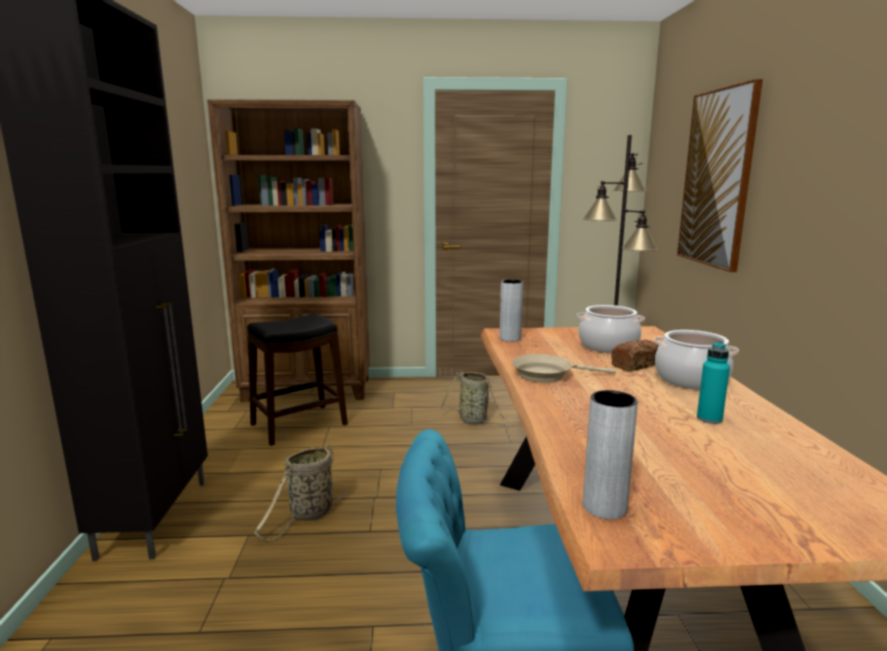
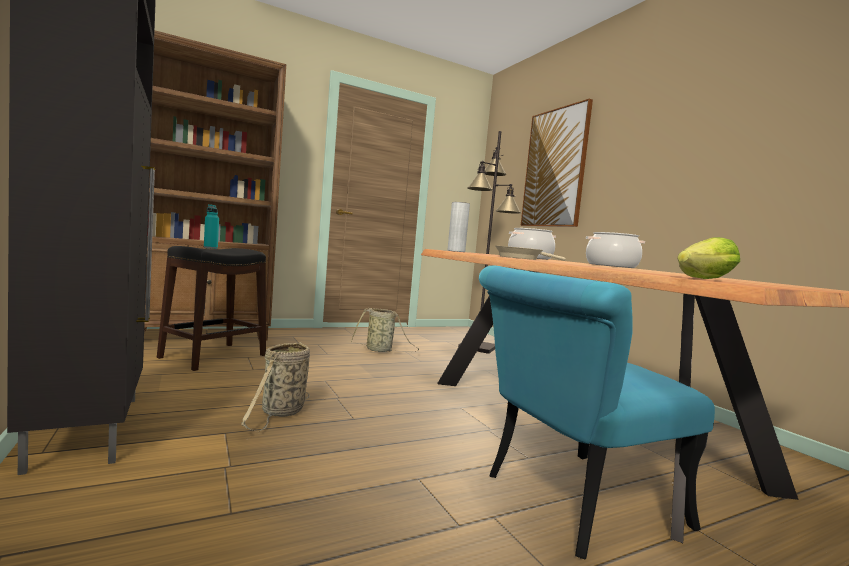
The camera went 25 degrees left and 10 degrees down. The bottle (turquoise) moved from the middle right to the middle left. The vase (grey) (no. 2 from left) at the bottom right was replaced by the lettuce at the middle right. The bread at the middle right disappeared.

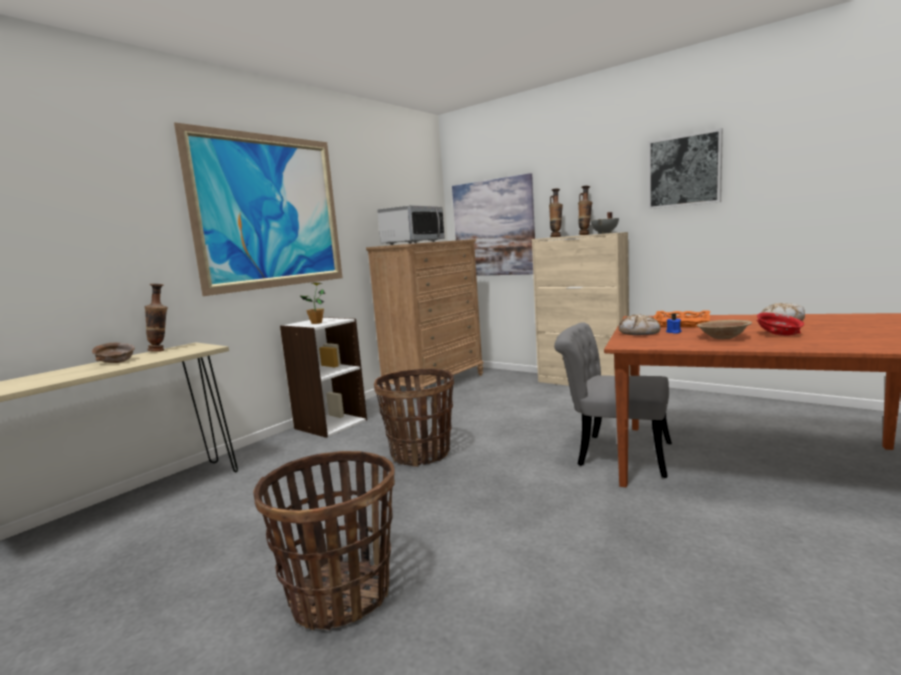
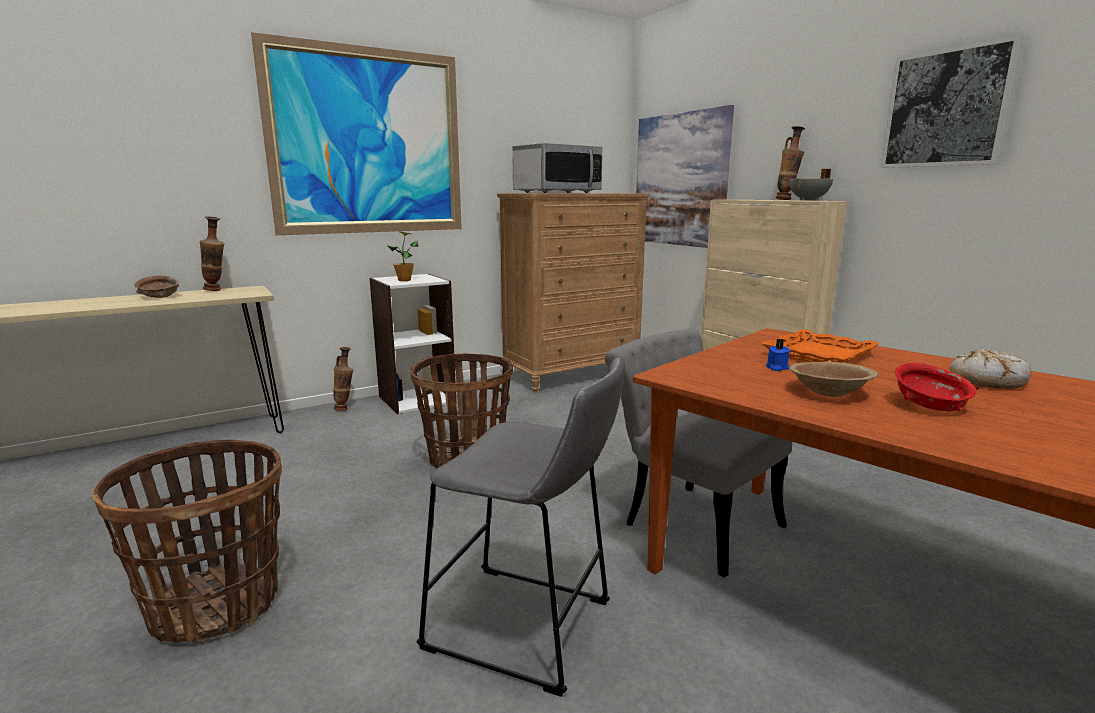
The camera went 20 degrees right and 5 degrees up. The vase (no. 2 from left) moved from the top centre to the middle left. The stool (grey) at the bottom centre appeared. The bread (no. 1 from left) at the middle right disappeared.

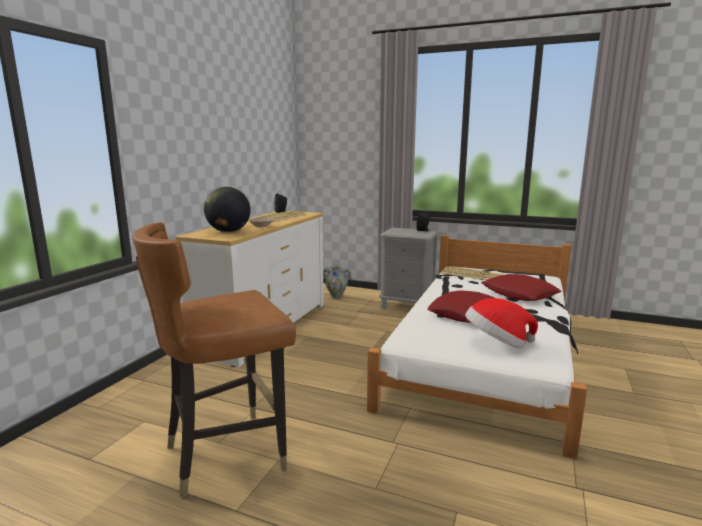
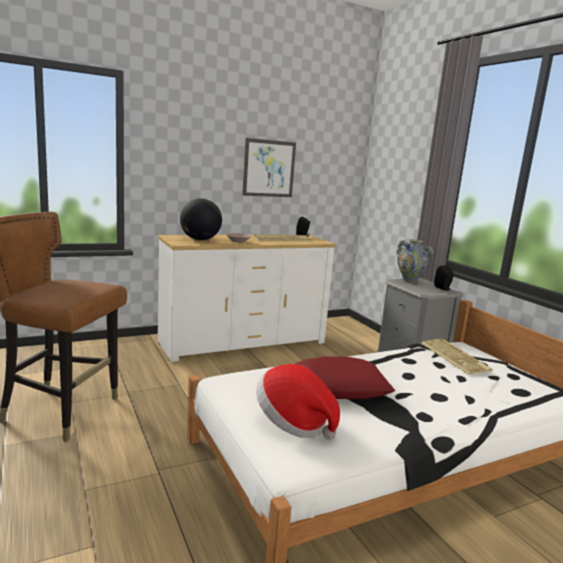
The camera went 40 degrees right and 0 degrees up. The picture at the top centre appeared. The vase moved from the centre to the middle right. The pillow (red) (no. 2 from left) at the middle right disappeared.

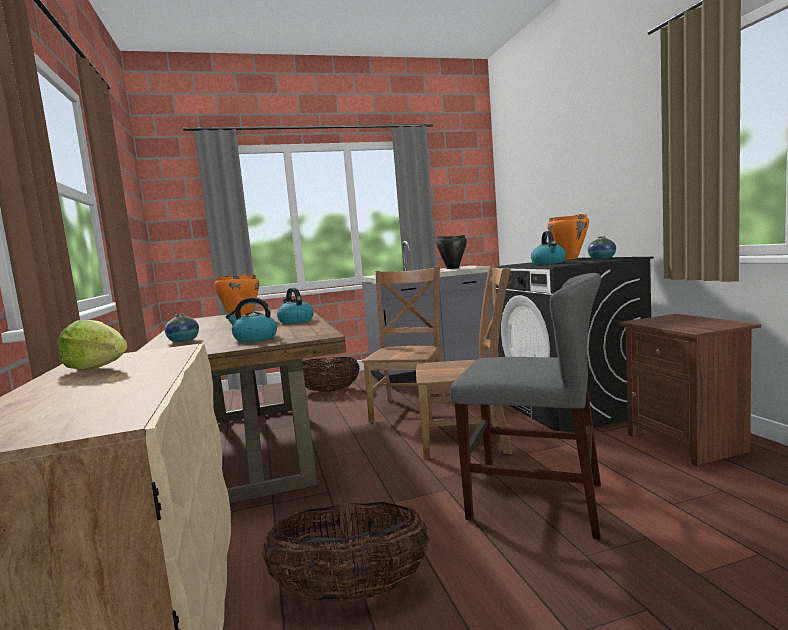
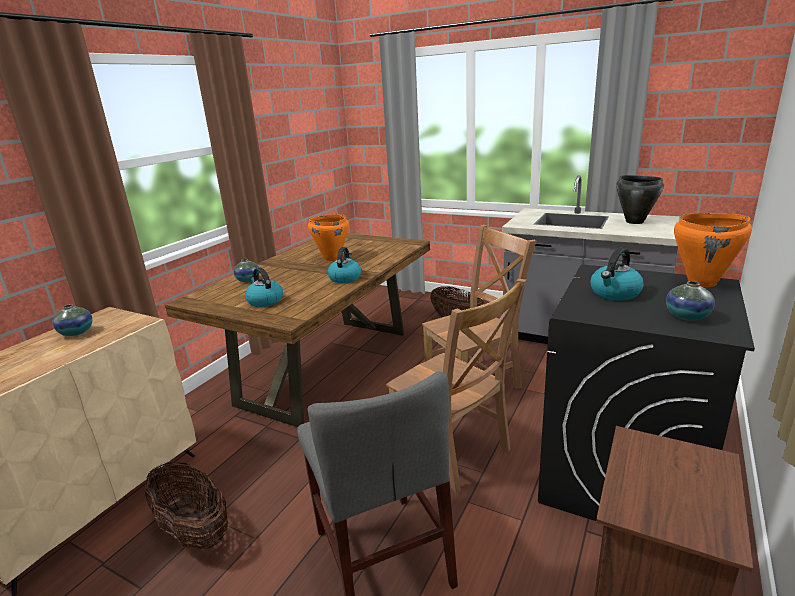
The camera went 45 degrees right and 15 degrees up. The lettuce at the middle left was replaced by the vase (no. 1 from left) at the middle left.

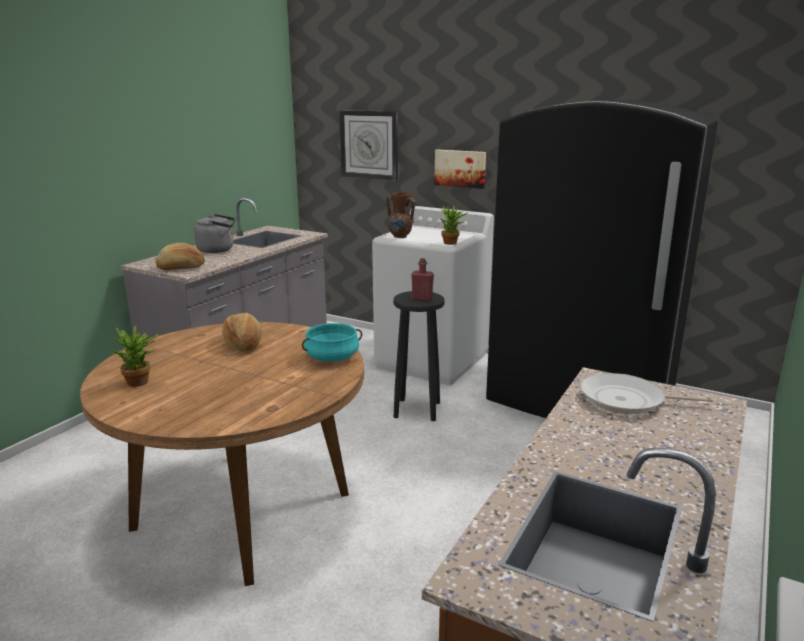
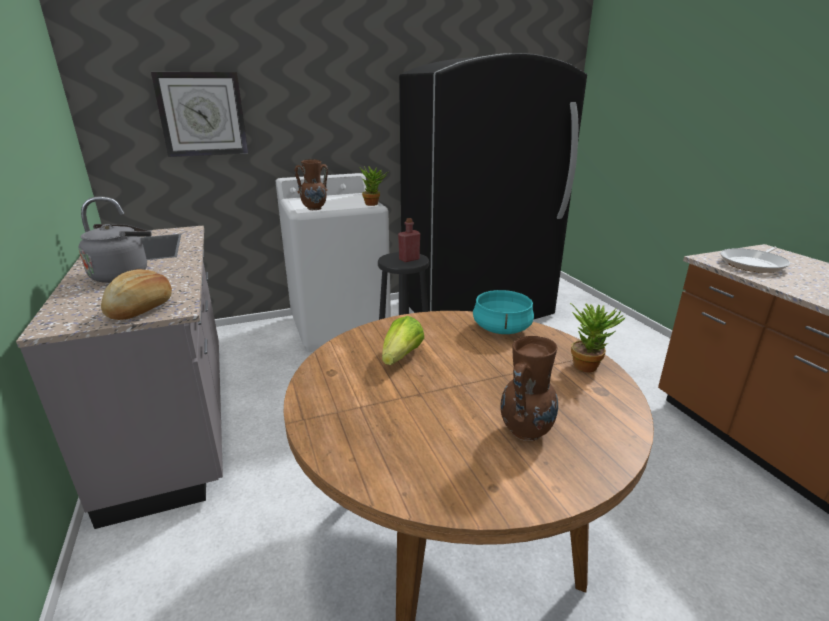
The camera went 50 degrees left and 5 degrees up. The bread (no. 2 from left) at the middle left was replaced by the lettuce at the centre. The vase (brown) (no. 2 from left) at the centre appeared. The potted plant (no. 1 from left in the first image) moved from the middle left to the middle right. The picture at the top centre disappeared.

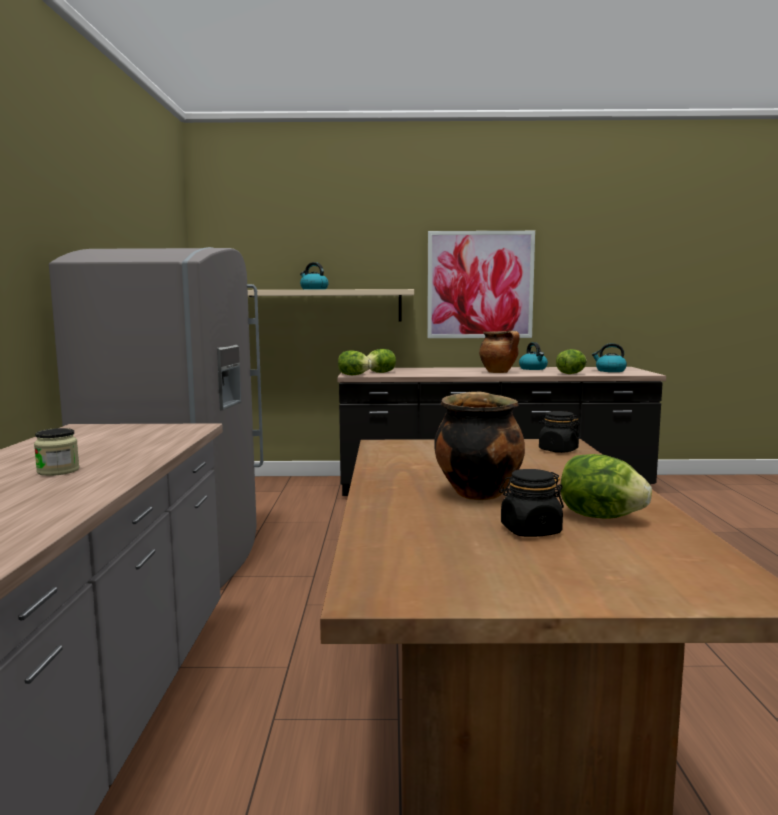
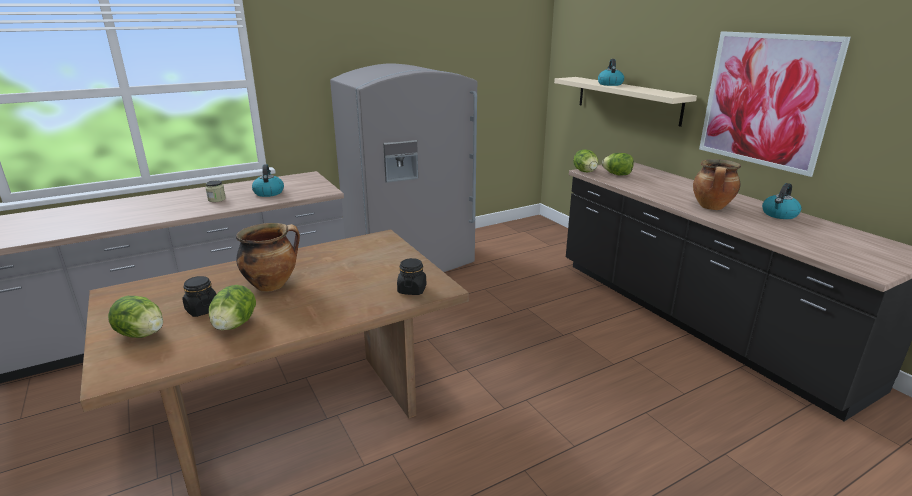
The camera went 60 degrees right and 15 degrees up. The lettuce (no. 3 from left in the first image) moved from the middle right to the middle left. The kettle (no. 3 from left in the first image) moved from the middle right to the middle left.

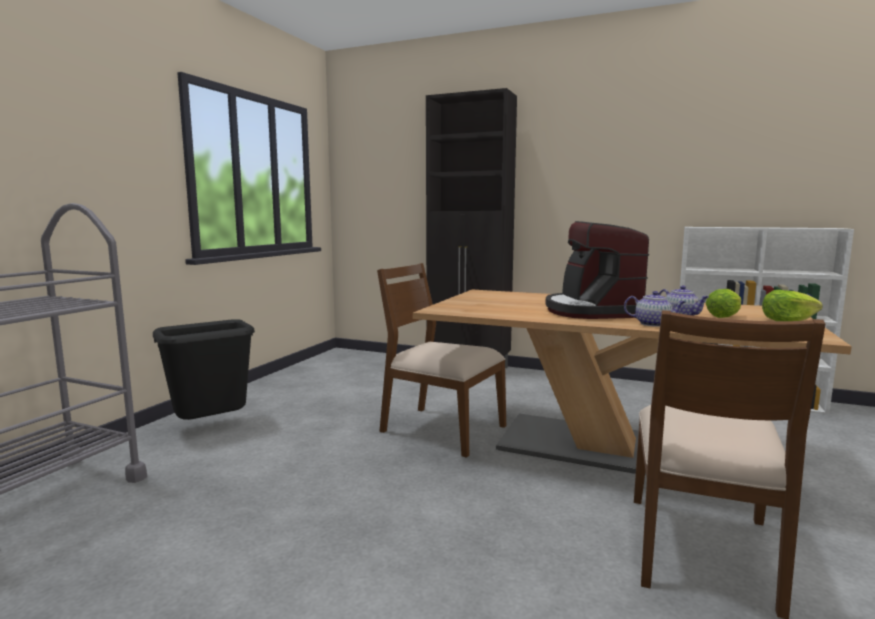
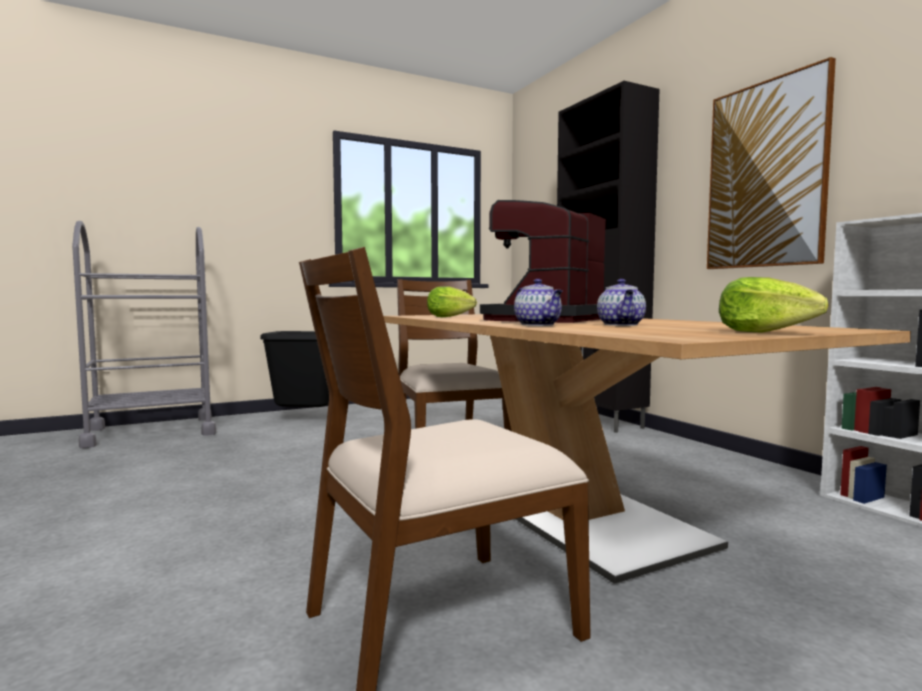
The camera went 40 degrees right and 5 degrees down. The lettuce (no. 1 from left) moved from the middle right to the centre. The picture at the top right appeared.

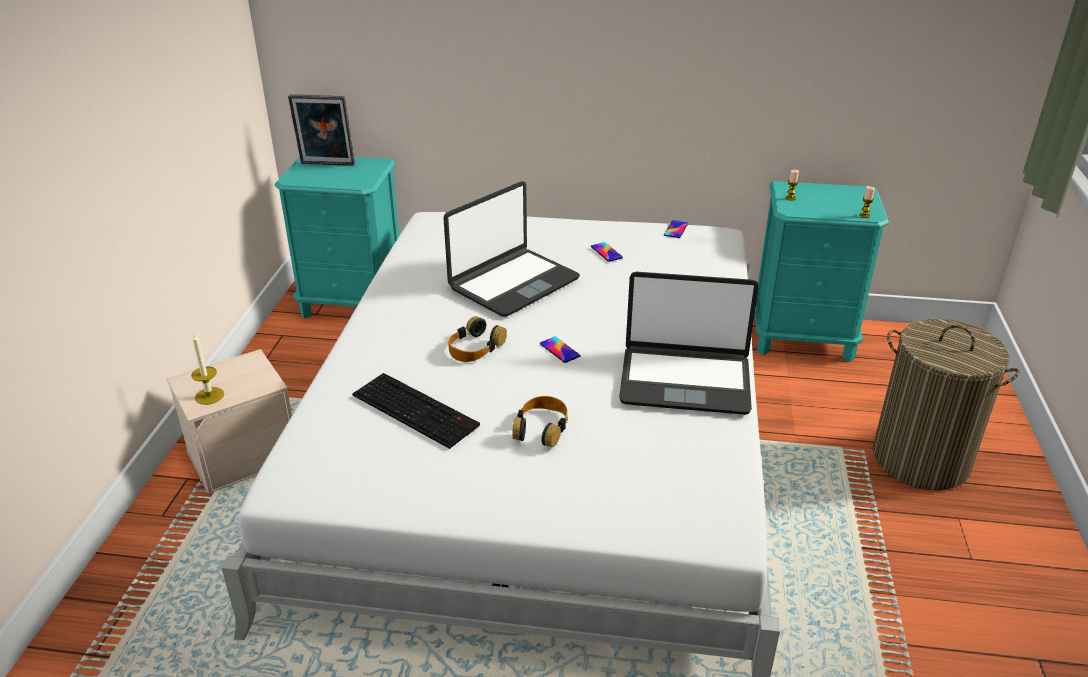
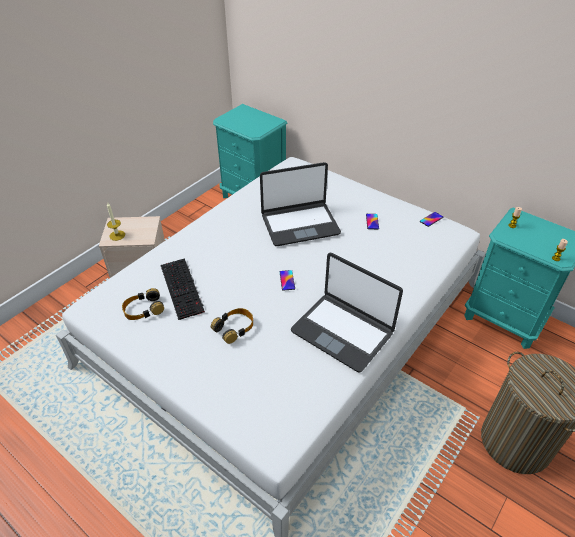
The camera went 30 degrees right and 10 degrees up. The headphones (no. 1 from left) moved from the centre to the middle left. The picture frame at the top left disappeared.

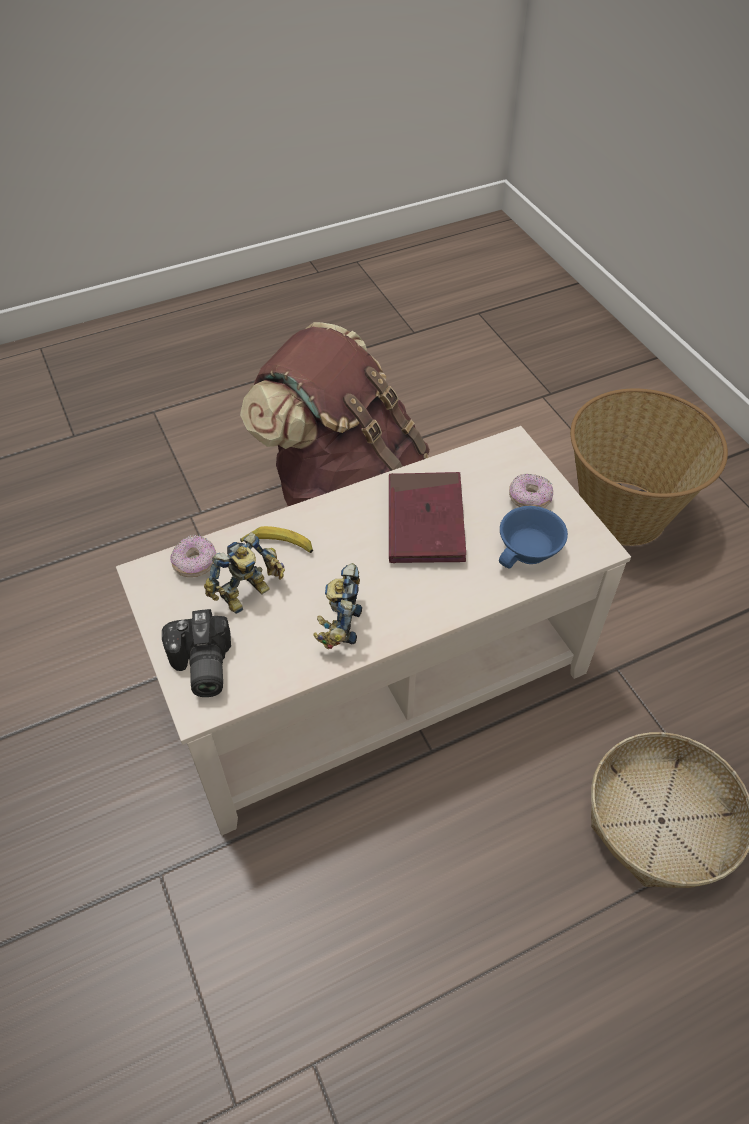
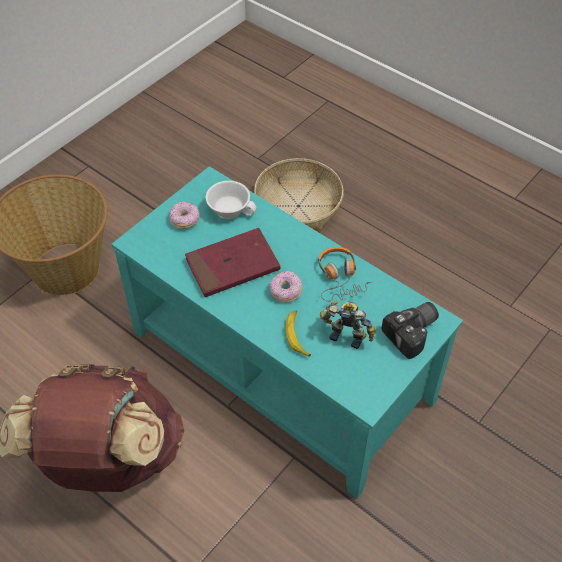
The camera went 115 degrees left and 0 degrees up. The coffee table (beige) at the centre became the coffee table (turquoise) at the centre. The cup (blue) at the middle right became the cup (white) at the centre. The donut (no. 1 from left in the first image) moved from the middle left to the centre. The toy robot (no. 2 from left) at the centre was replaced by the headphones at the centre.

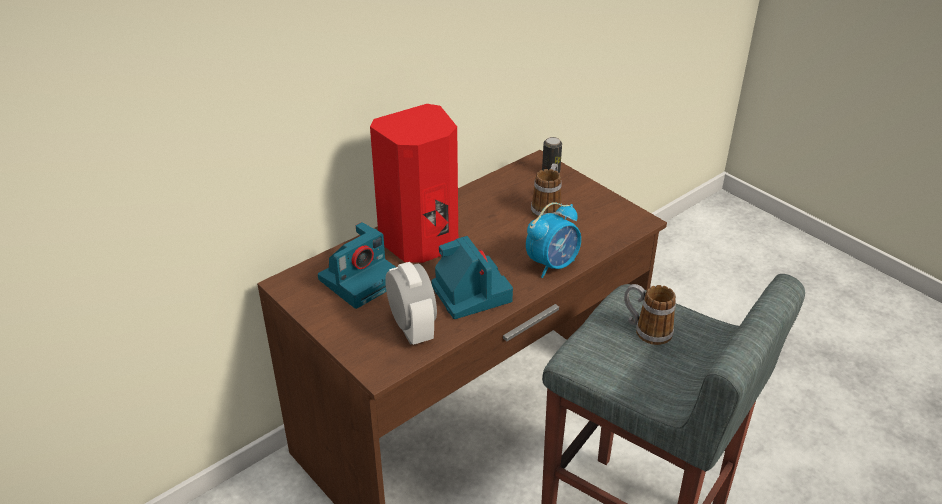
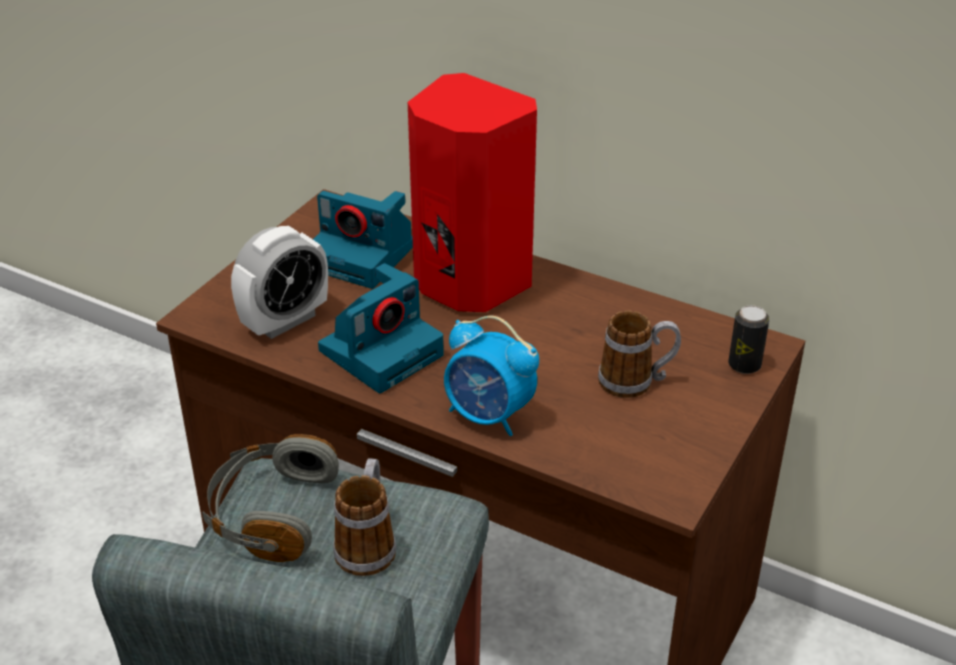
The camera went 70 degrees right and 0 degrees up. The headphones (grey) at the bottom left appeared.

